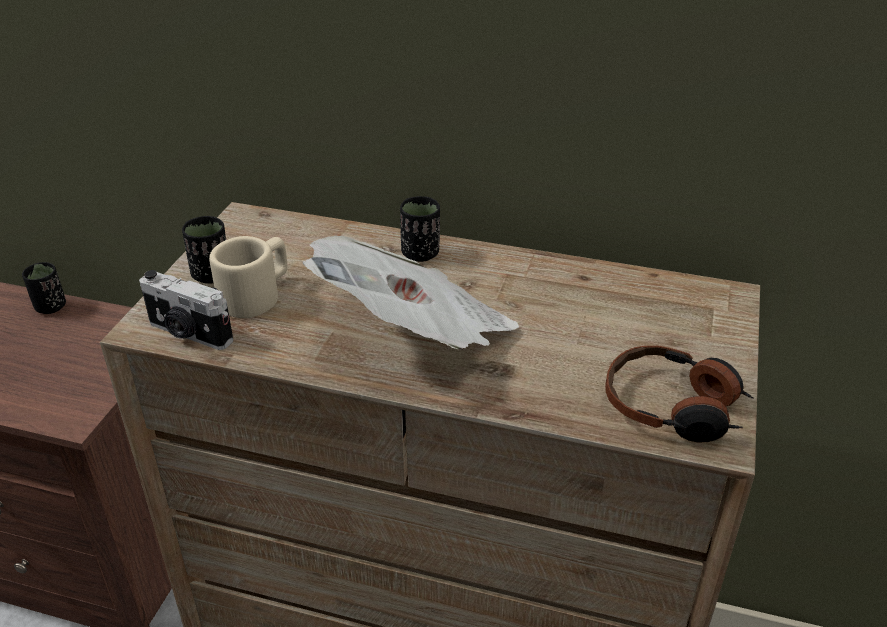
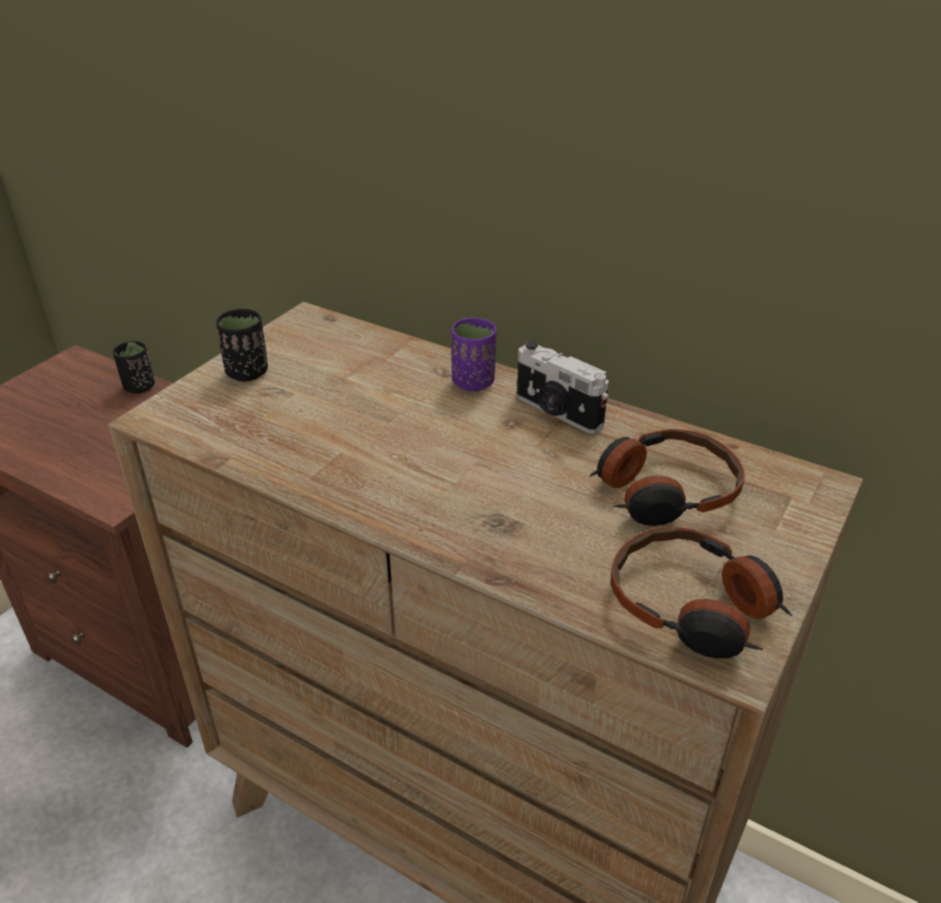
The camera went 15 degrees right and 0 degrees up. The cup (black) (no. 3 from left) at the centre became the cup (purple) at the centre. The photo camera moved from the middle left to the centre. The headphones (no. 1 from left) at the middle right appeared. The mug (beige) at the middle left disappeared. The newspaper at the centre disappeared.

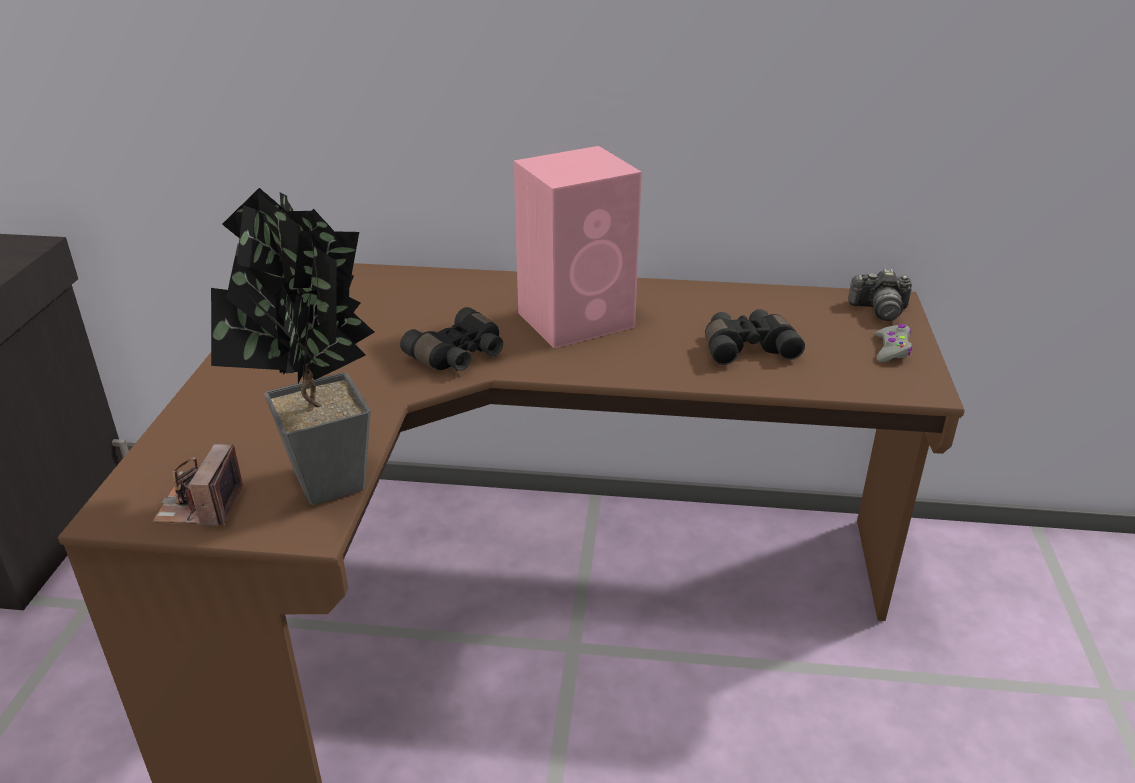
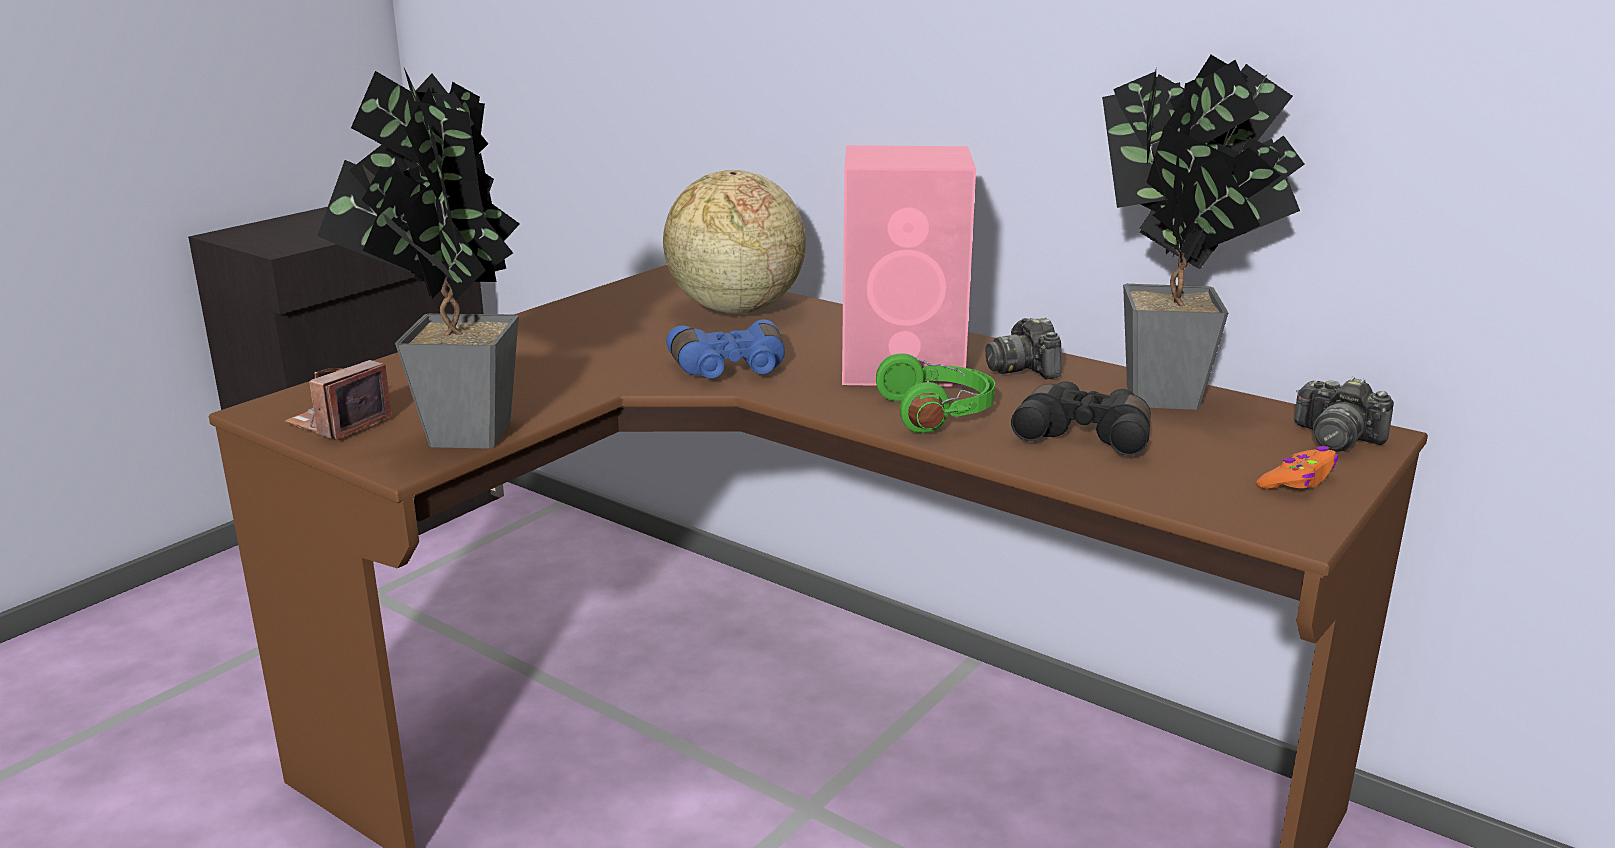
The camera went 30 degrees right and 10 degrees down. The globe at the top centre appeared. The binoculars (black) (no. 1 from left) at the centre became the binoculars (blue) at the centre. The headphones (green) at the centre appeared. The photo camera (no. 2 from left) at the centre appeared. The potted plant (no. 2 from left) at the top right appeared. The game controller (grey) at the middle right became the game controller (orange) at the middle right.

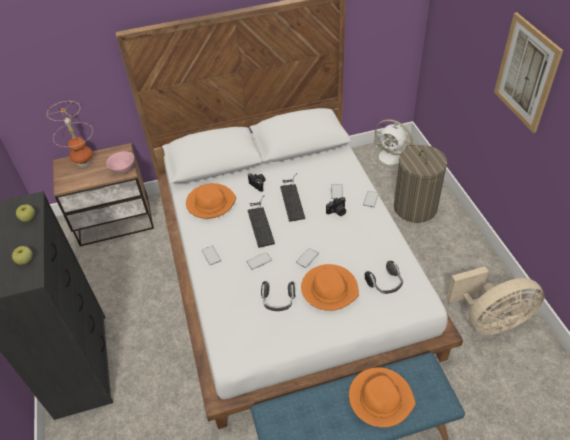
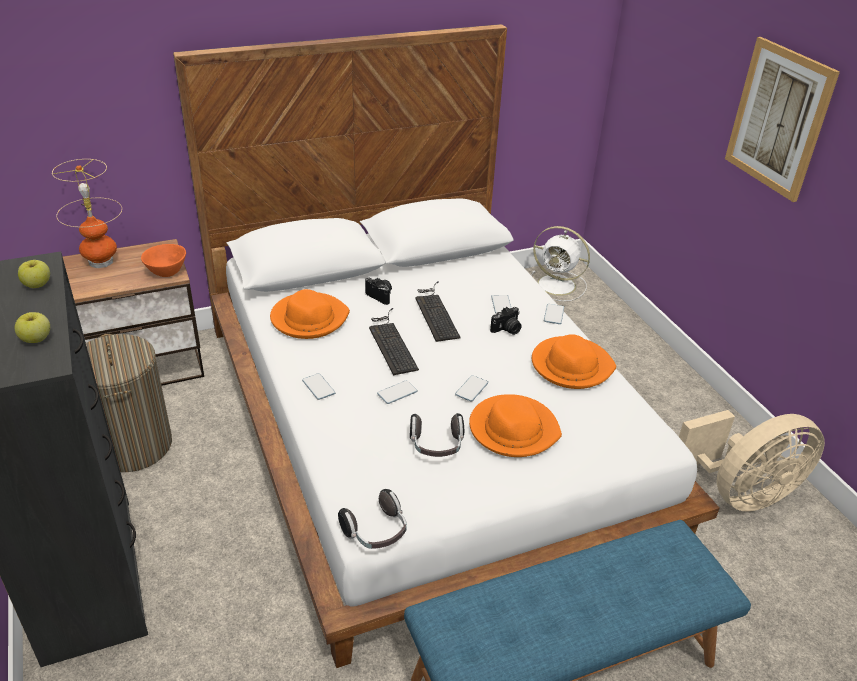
The camera went 10 degrees left and 10 degrees down. The laundry basket moved from the middle right to the middle left. The bowl (pink) at the middle left became the bowl (orange) at the middle left. The headphones (no. 2 from left in the first image) moved from the middle right to the bottom centre. The hat (orange) (no. 3 from left) moved from the bottom right to the middle right.

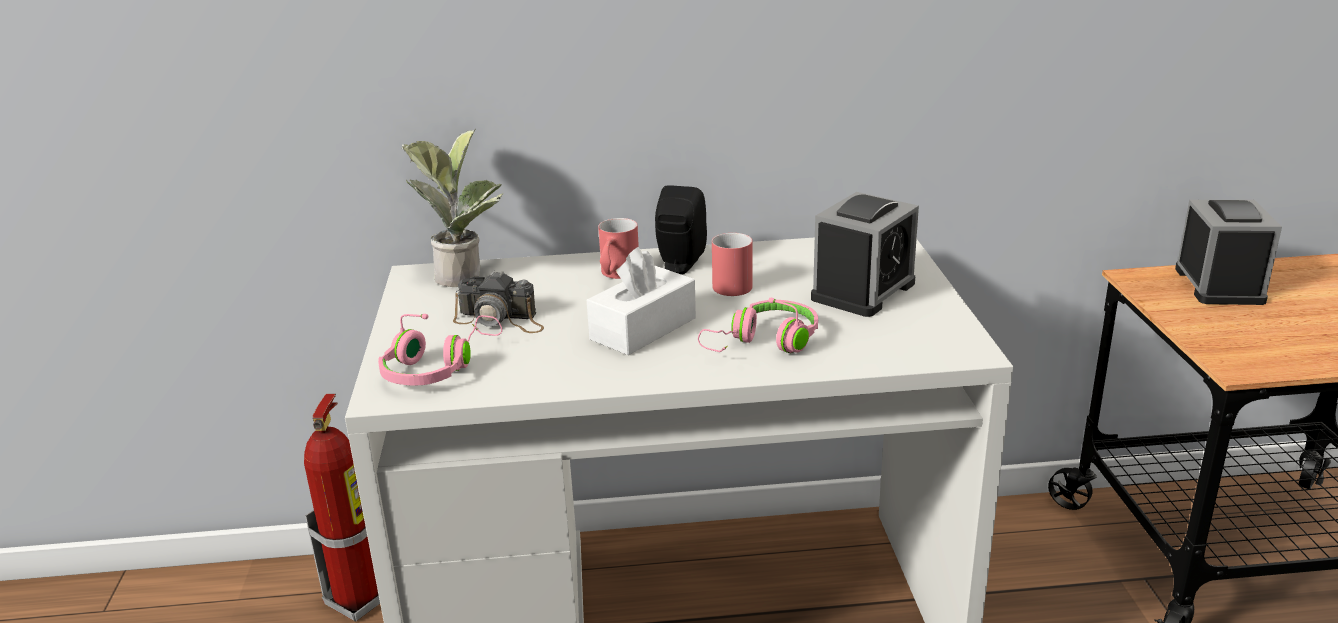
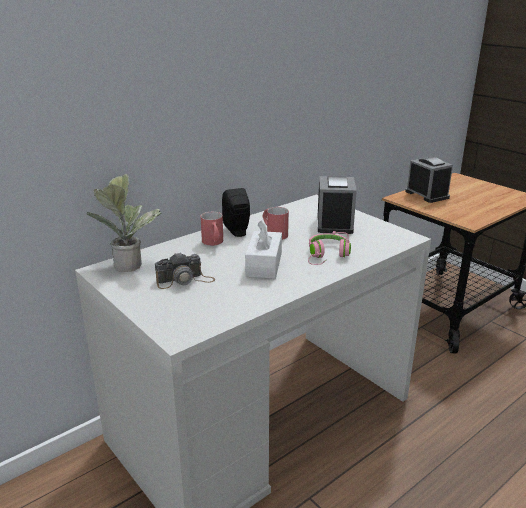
The camera went 35 degrees left and 0 degrees up. The fire extinguisher at the bottom left disappeared. The headphones (pink) (no. 1 from left) at the middle left disappeared.

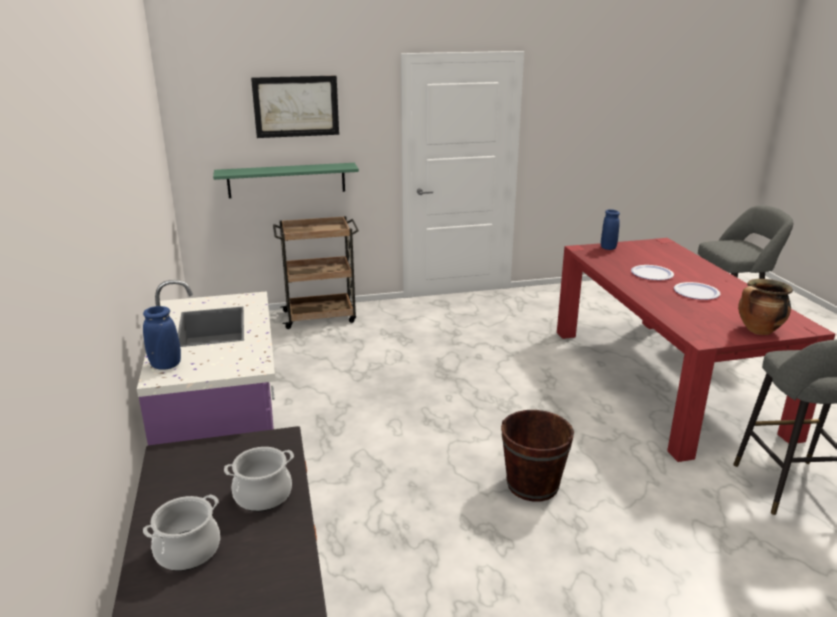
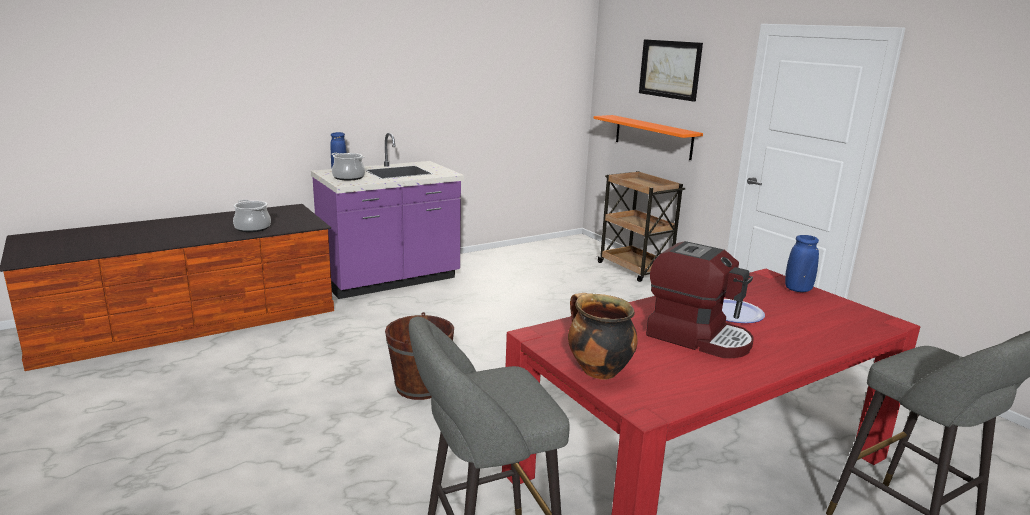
The camera went 70 degrees right and 5 degrees down. The cooking pot (no. 1 from left in the first image) moved from the bottom left to the top centre. The shelf (green) at the top centre became the shelf (orange) at the top centre. The plate (no. 2 from left) at the middle right was replaced by the coffee machine at the middle right.

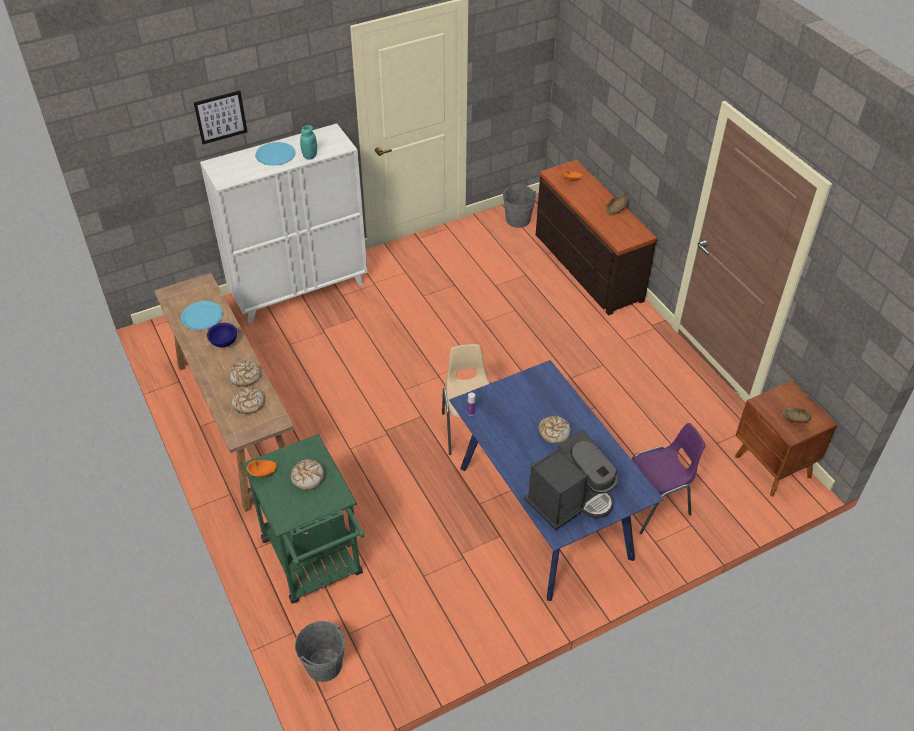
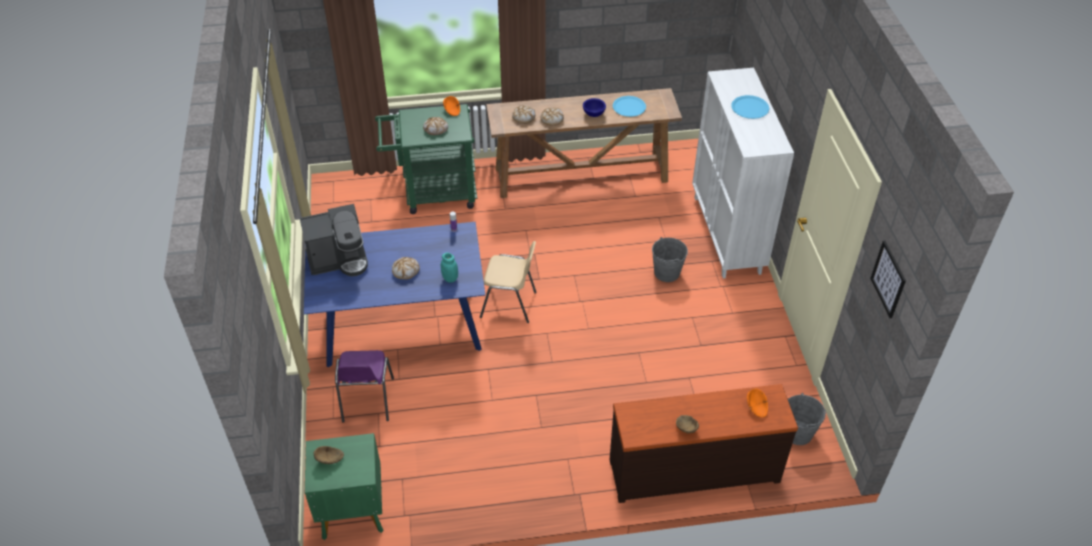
The camera went 110 degrees right and 0 degrees up. The coffee machine at the centre turned 90 degrees counterclockwise. The nightstand (brown) at the middle right became the nightstand (green) at the bottom left. The jar (turquoise) moved from the top centre to the centre. The bucket (grey) (no. 1 from left) moved from the bottom centre to the centre. The picture moved from the top left to the middle right.

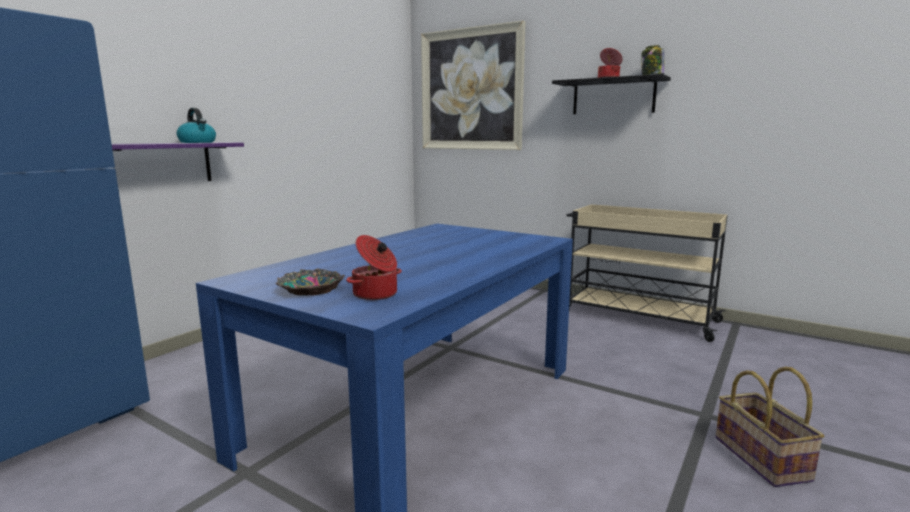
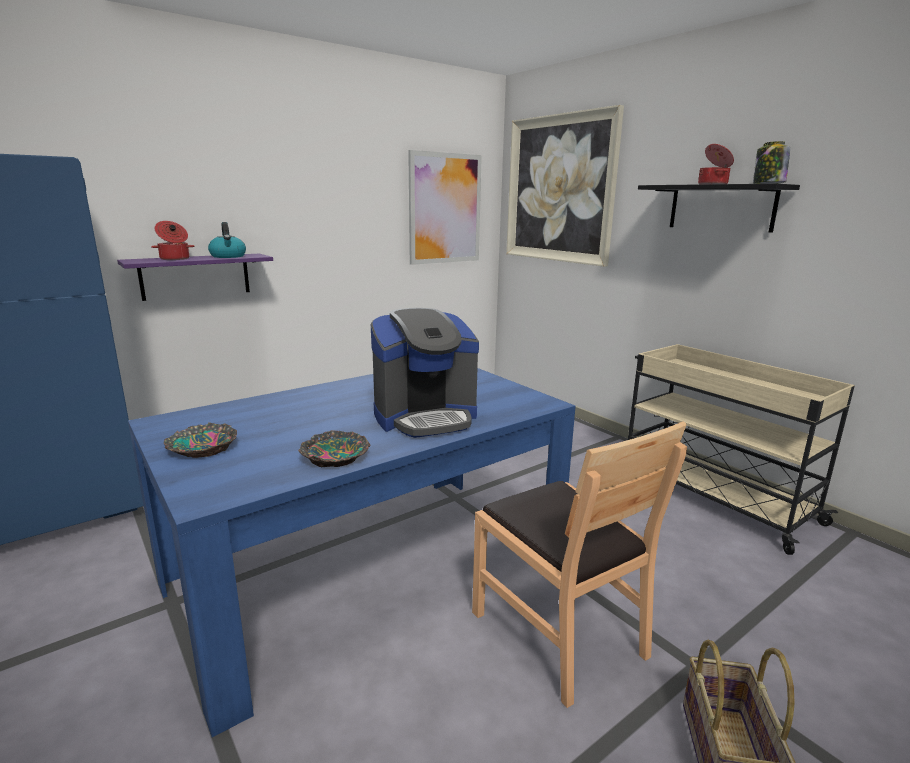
The camera went 20 degrees right and 5 degrees up. The cooking pot (no. 1 from left) moved from the centre to the top left. The bowl (no. 2 from left) at the centre appeared. The coffee machine at the centre appeared. The picture (no. 1 from left) at the top centre appeared. The chair (brown) at the bottom centre appeared.

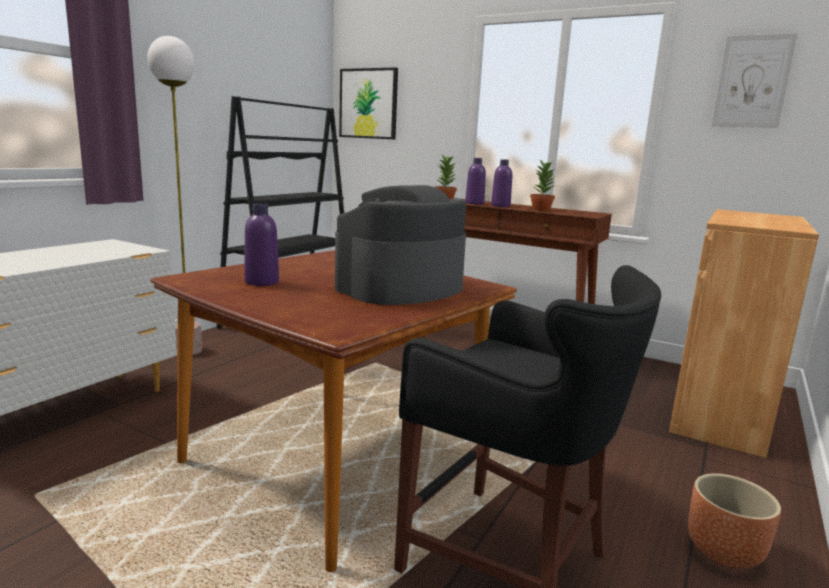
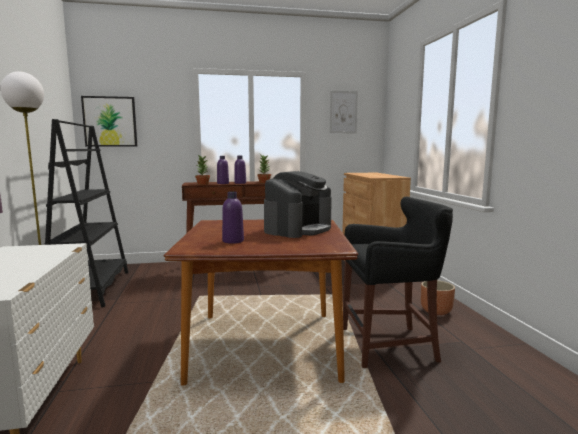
The camera went 40 degrees left and 5 degrees down. The coffee machine at the centre turned 150 degrees counterclockwise.

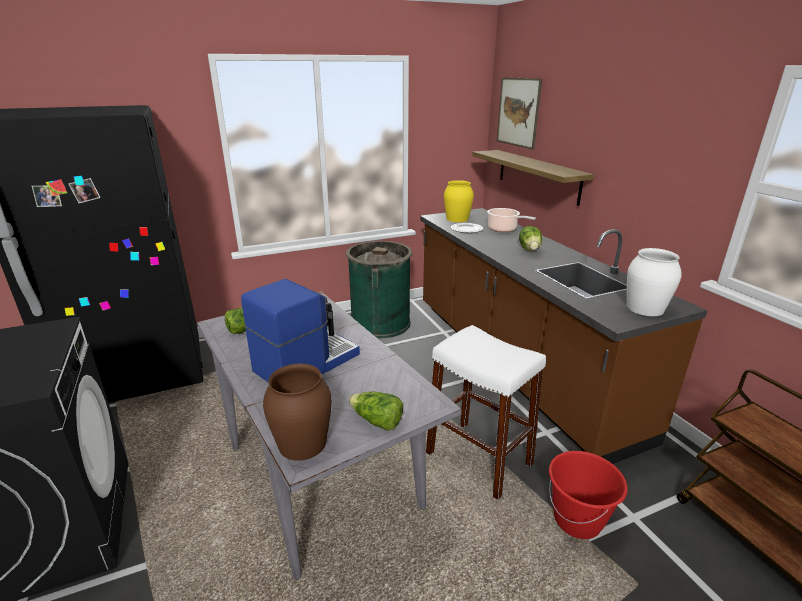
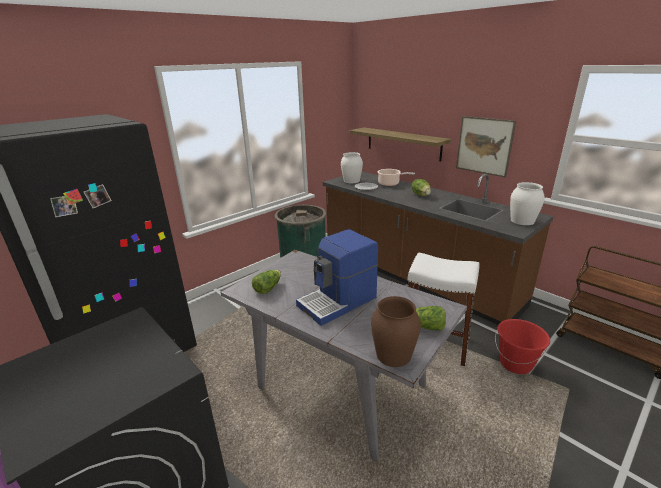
The camera went 20 degrees left and 0 degrees up. The coffee machine at the centre turned 150 degrees counterclockwise. The vase (yellow) at the centre became the vase (white) (no. 1 from left) at the centre. The picture moved from the top centre to the top right.

